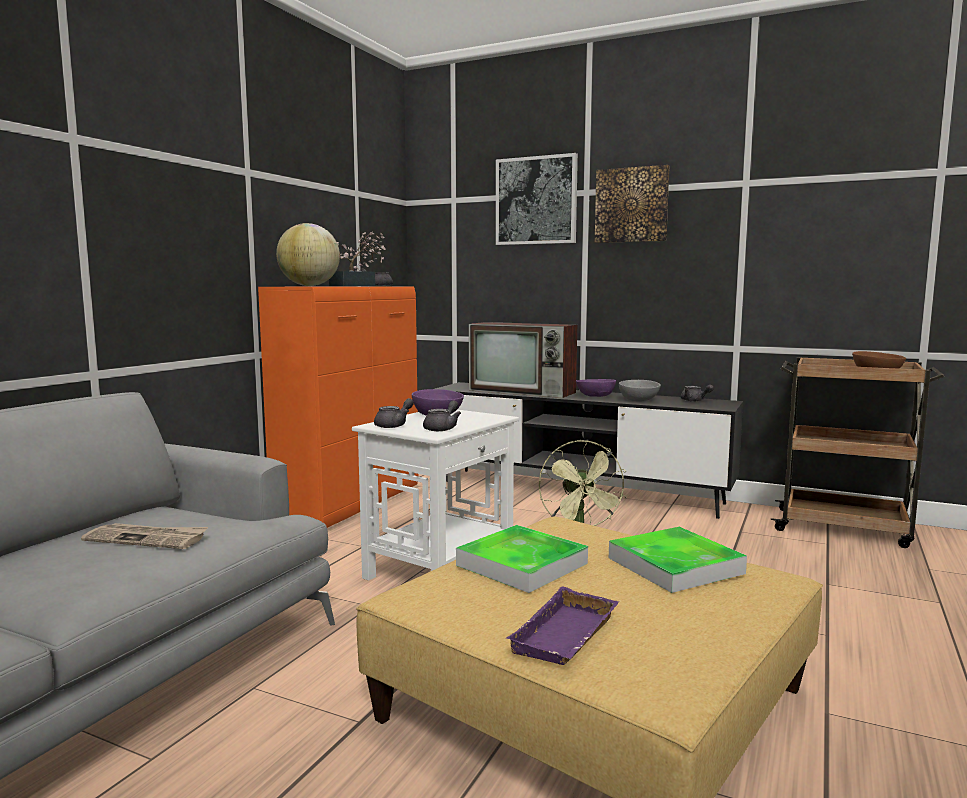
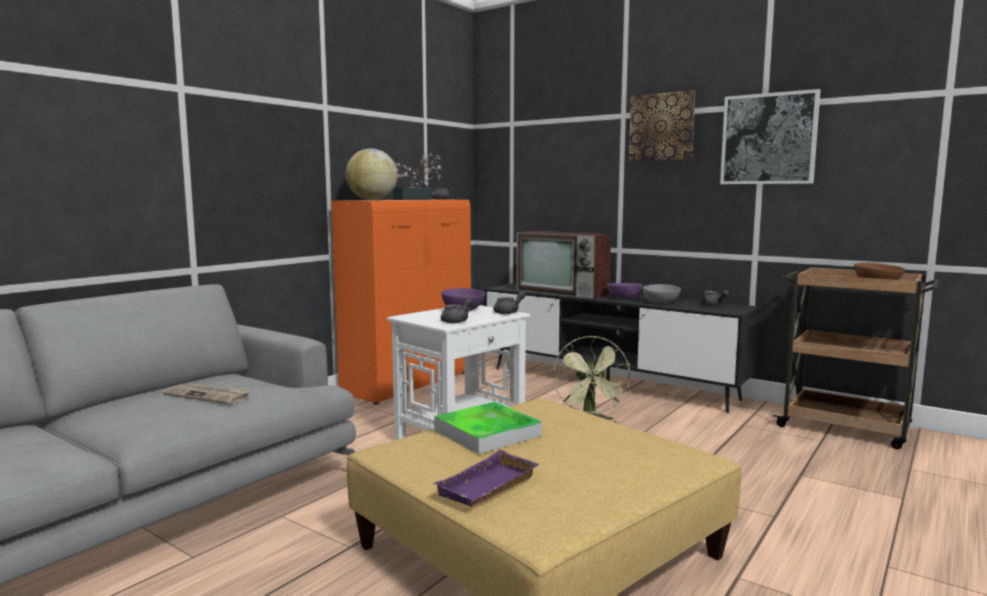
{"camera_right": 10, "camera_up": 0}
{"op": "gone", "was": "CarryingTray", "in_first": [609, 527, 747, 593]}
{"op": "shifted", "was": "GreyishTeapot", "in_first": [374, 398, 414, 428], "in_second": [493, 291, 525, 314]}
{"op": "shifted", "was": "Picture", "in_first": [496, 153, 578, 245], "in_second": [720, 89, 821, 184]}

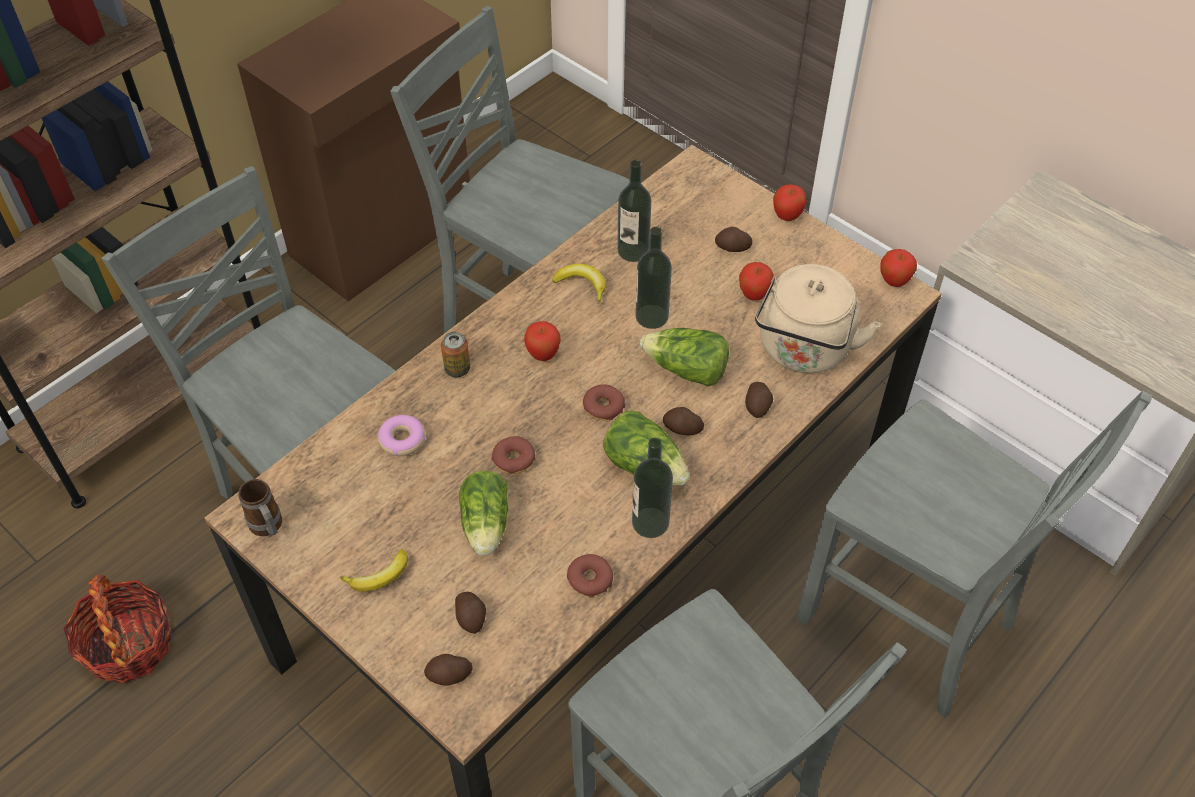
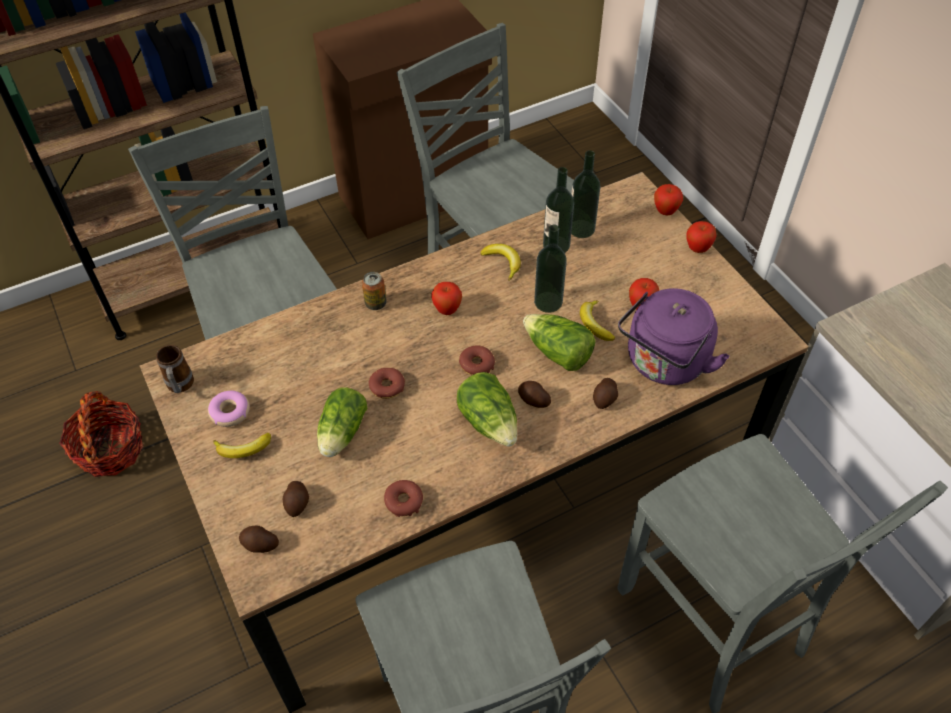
{"camera_right": 20, "camera_up": 0}
{"op": "gone", "was": "WholePotato", "in_first": [715, 227, 752, 252]}
{"op": "new", "now": "BananaFruit", "in_second": [580, 300, 615, 341]}
{"op": "shifted", "was": "Doughnut", "in_first": [377, 415, 425, 456], "in_second": [208, 390, 250, 427]}
{"op": "shifted", "was": "BeverageBottle", "in_first": [632, 438, 673, 538], "in_second": [571, 150, 601, 238]}
{"op": "shifted", "was": "WholeApple", "in_first": [881, 249, 917, 287], "in_second": [654, 184, 683, 215]}
{"op": "repainted", "was": "BeigeColouredWaterKettle", "now": "PurpleWaterKettle", "in_first": [755, 264, 881, 373], "in_second": [618, 288, 730, 385]}

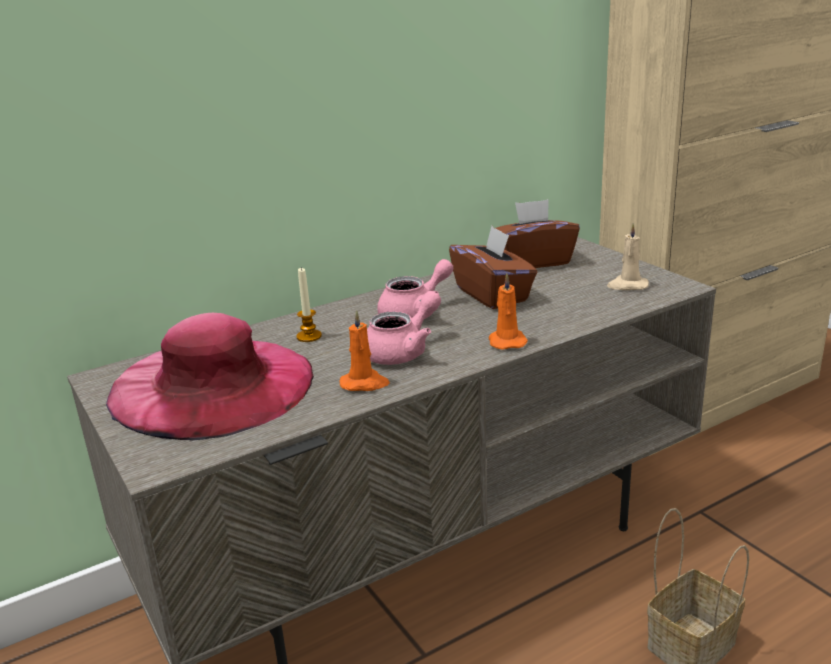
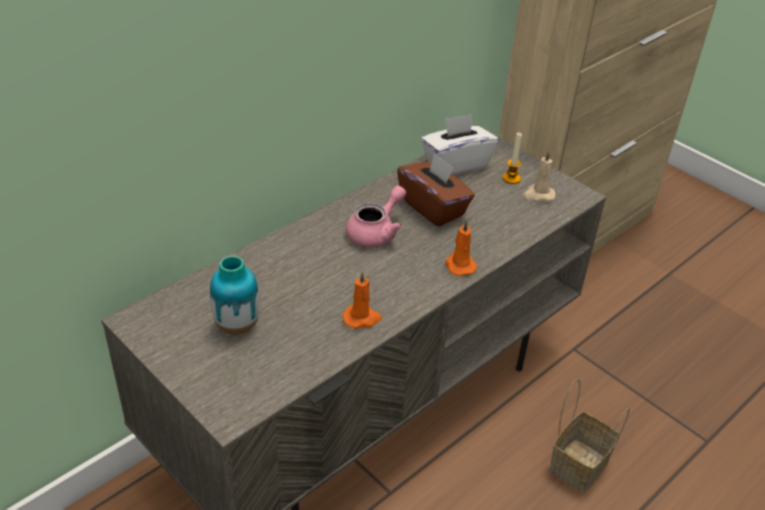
{"camera_right": -15, "camera_up": 15}
{"op": "gone", "was": "PinkTeapot", "in_first": [367, 291, 441, 365]}
{"op": "shifted", "was": "WaxCandle", "in_first": [296, 267, 322, 342], "in_second": [503, 133, 522, 184]}
{"op": "swapped", "was": "PinkWearableHat", "now": "FlowerVase", "in_first": [106, 313, 314, 441], "in_second": [210, 255, 259, 335]}
{"op": "repainted", "was": "BrownishTissueHolder", "now": "WhiteColouredTissueHolder", "in_first": [495, 199, 580, 268], "in_second": [421, 114, 498, 175]}

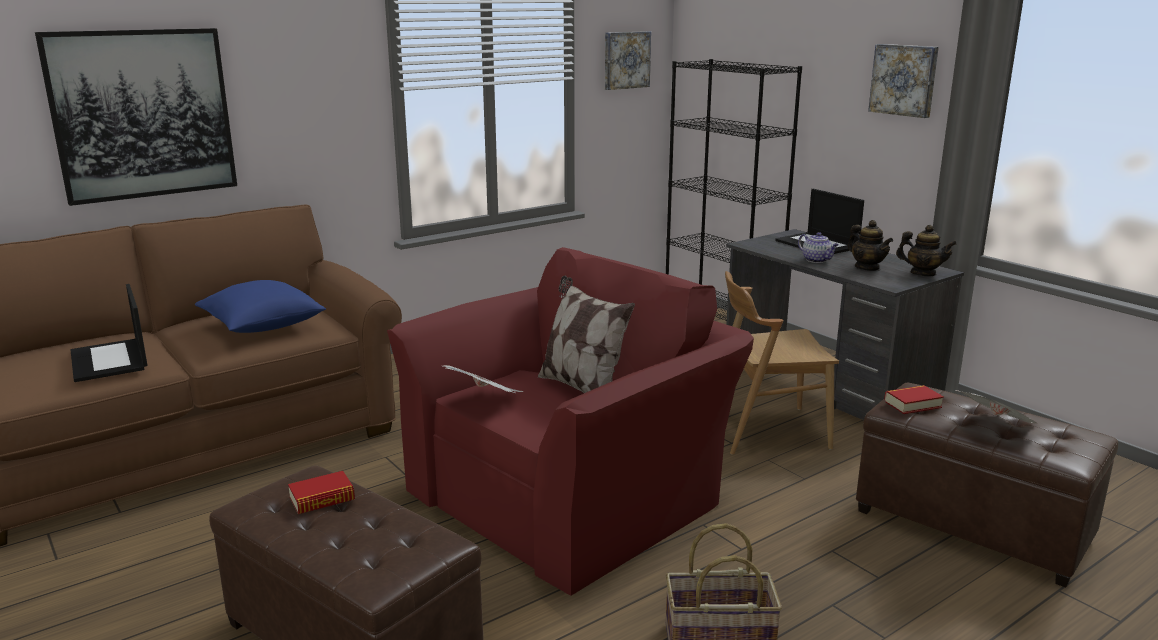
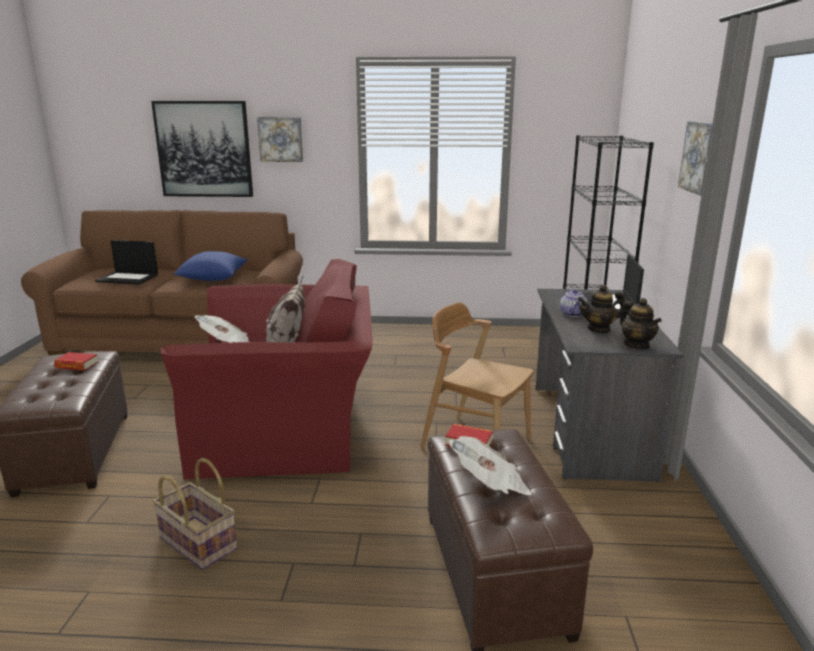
{"camera_right": 40, "camera_up": 0}
{"op": "shifted", "was": "Picture", "in_first": [605, 31, 651, 90], "in_second": [257, 117, 303, 162]}
{"op": "rotated", "was": "NotebookComputer", "in_first": [70, 284, 148, 382], "in_second": [95, 240, 158, 285], "clockwise": -90}
{"op": "rotated", "was": "Teapot", "in_first": [848, 220, 893, 271], "in_second": [578, 285, 625, 333], "clockwise": 75}

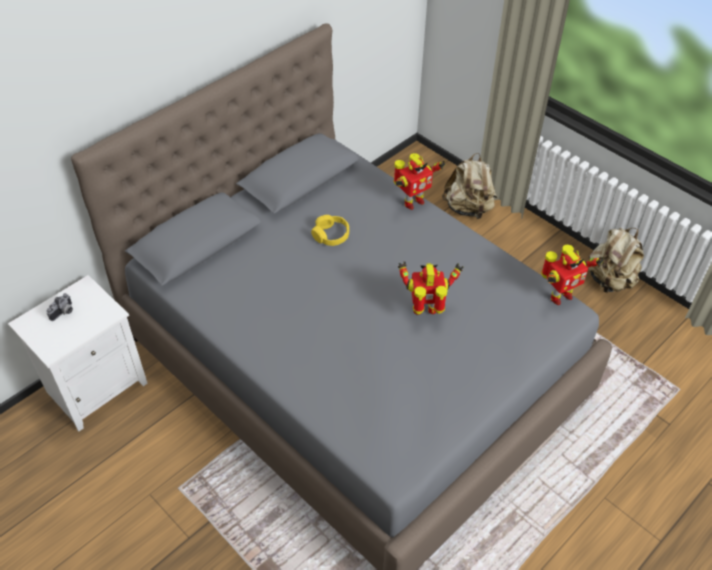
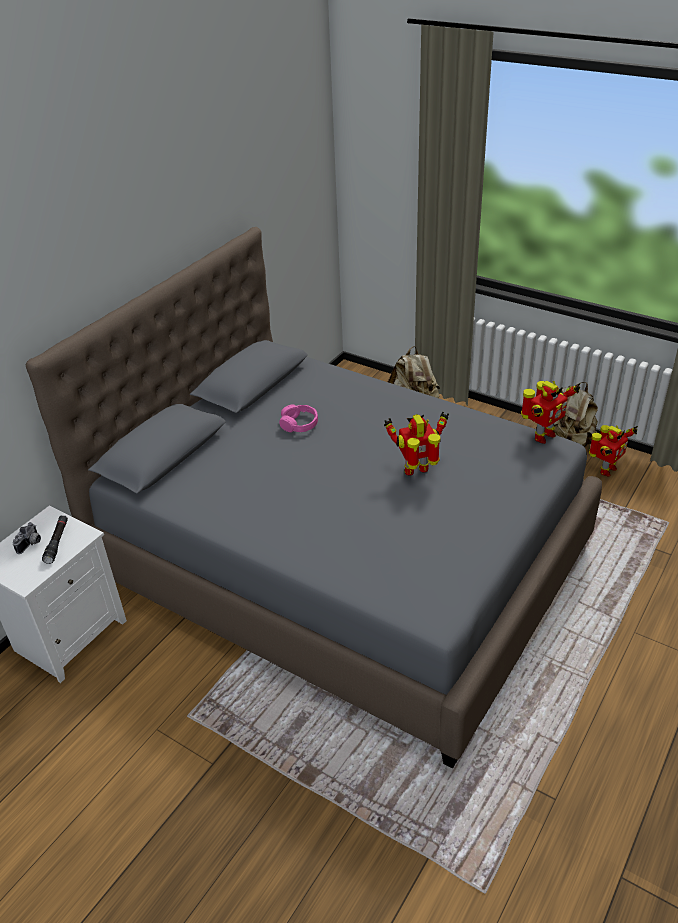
{"camera_right": -10, "camera_up": -10}
{"op": "new", "now": "BlackColouredFlashlight", "in_second": [42, 516, 68, 564]}
{"op": "shifted", "was": "ToyRobot", "in_first": [394, 153, 445, 210], "in_second": [589, 425, 638, 476]}
{"op": "repainted", "was": "YellowColouredHeadset", "now": "PinkHeadset", "in_first": [311, 215, 349, 246], "in_second": [279, 404, 318, 432]}

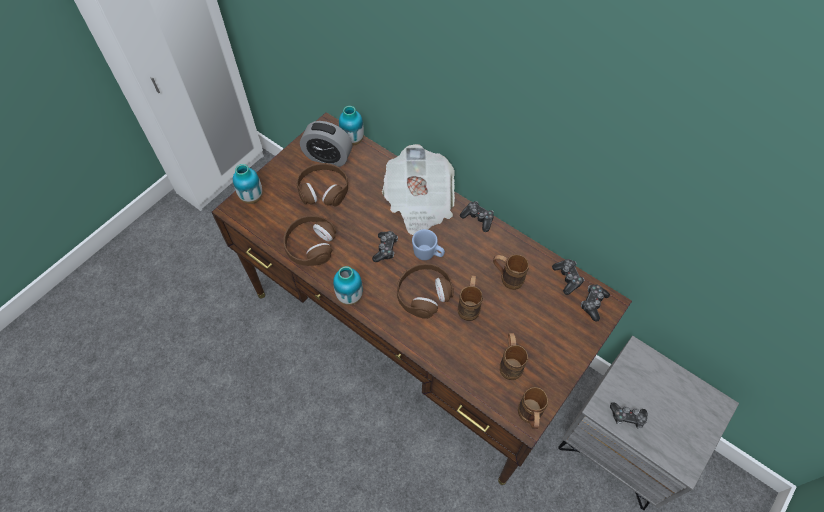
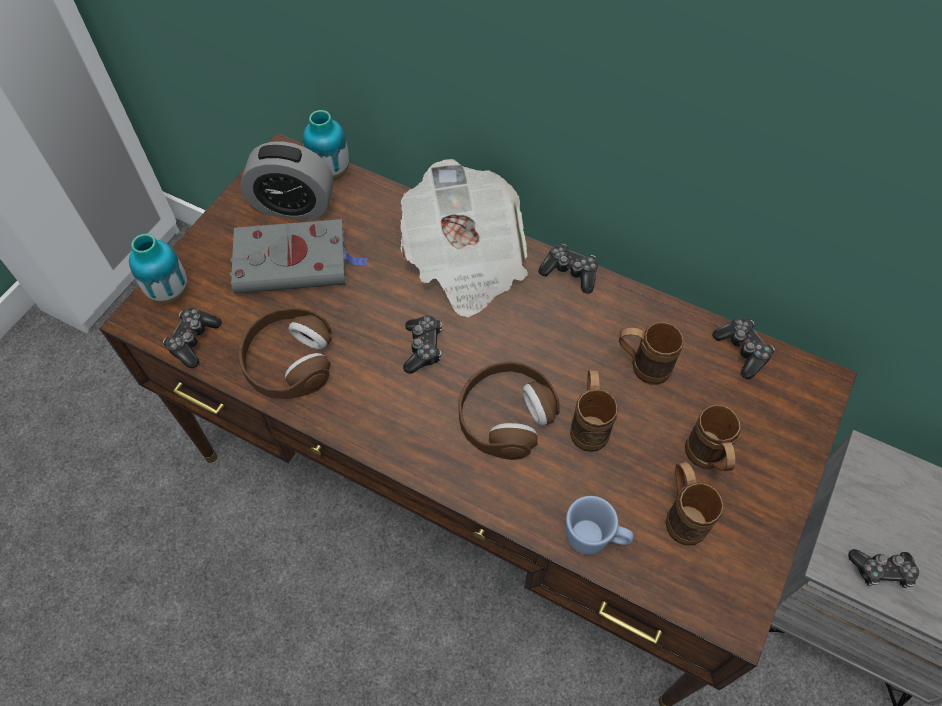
{"camera_right": -10, "camera_up": 0}
{"op": "gone", "was": "FlowerVase", "in_first": [333, 266, 363, 305]}
{"op": "shifted", "was": "BluishTeaMug", "in_first": [412, 229, 445, 260], "in_second": [566, 496, 633, 555]}
{"op": "shifted", "was": "BrownishTeaMug", "in_first": [518, 387, 548, 429], "in_second": [685, 404, 741, 471]}
{"op": "shifted", "was": "GameController", "in_first": [581, 285, 610, 321], "in_second": [163, 308, 222, 368]}
{"op": "swapped", "was": "BrownishHeadset", "now": "GreyishVolume", "in_first": [296, 163, 348, 207], "in_second": [230, 219, 368, 294]}

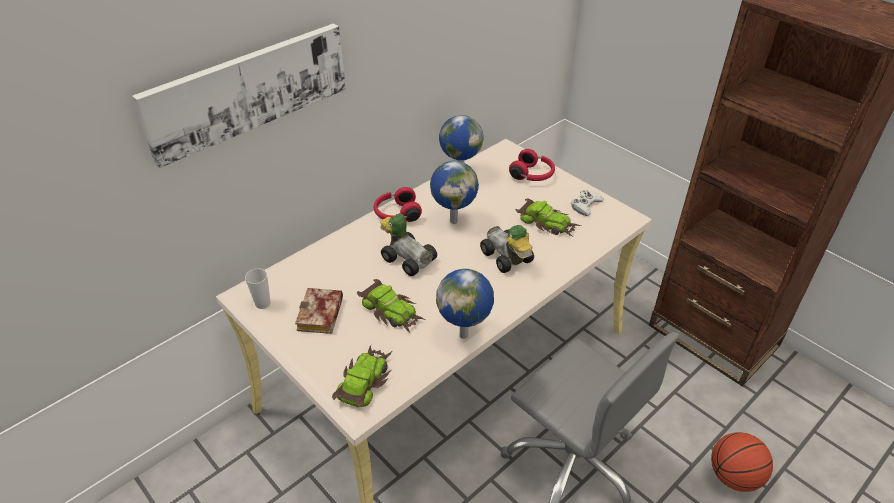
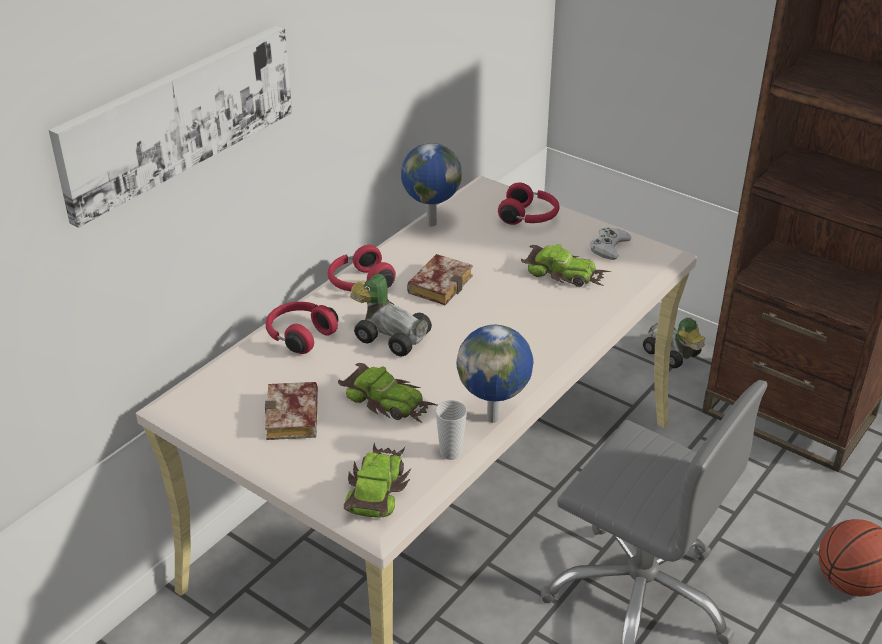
{"camera_right": -10, "camera_up": -5}
{"op": "new", "now": "RedHeadset", "in_second": [266, 302, 338, 354]}
{"op": "shifted", "was": "Cup", "in_first": [245, 268, 271, 309], "in_second": [435, 400, 467, 460]}
{"op": "shifted", "was": "ToyCar", "in_first": [480, 225, 534, 273], "in_second": [643, 318, 705, 368]}
{"op": "swapped", "was": "WorldGlobe", "now": "Volume", "in_first": [430, 161, 479, 224], "in_second": [407, 254, 473, 305]}

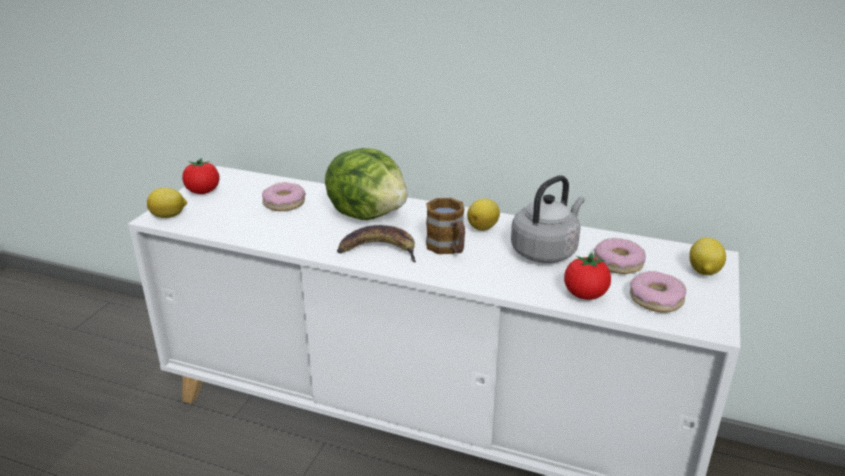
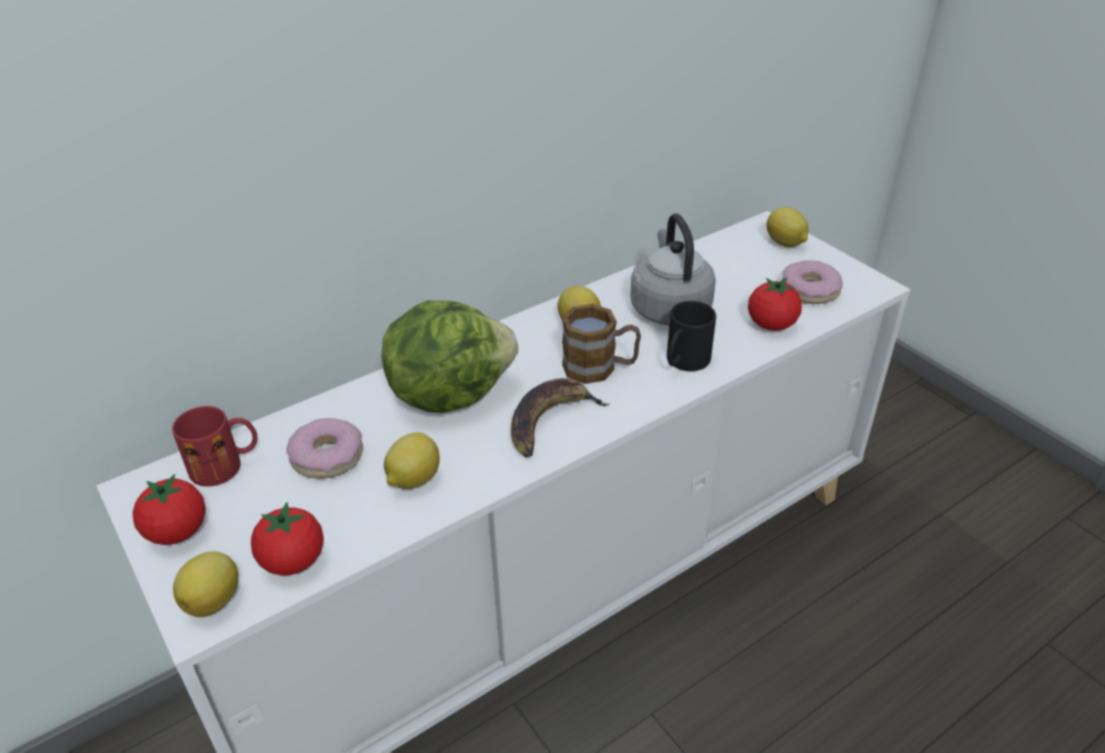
{"camera_right": -55, "camera_up": 10}
{"op": "gone", "was": "Doughnut", "in_first": [594, 238, 646, 274]}
{"op": "new", "now": "RedTeaMug", "in_second": [172, 406, 257, 487]}
{"op": "new", "now": "Tomato", "in_second": [251, 502, 324, 576]}
{"op": "new", "now": "CitrusFruit", "in_second": [384, 432, 440, 489]}
{"op": "new", "now": "BlackColouredTeaMug", "in_second": [667, 301, 716, 371]}

